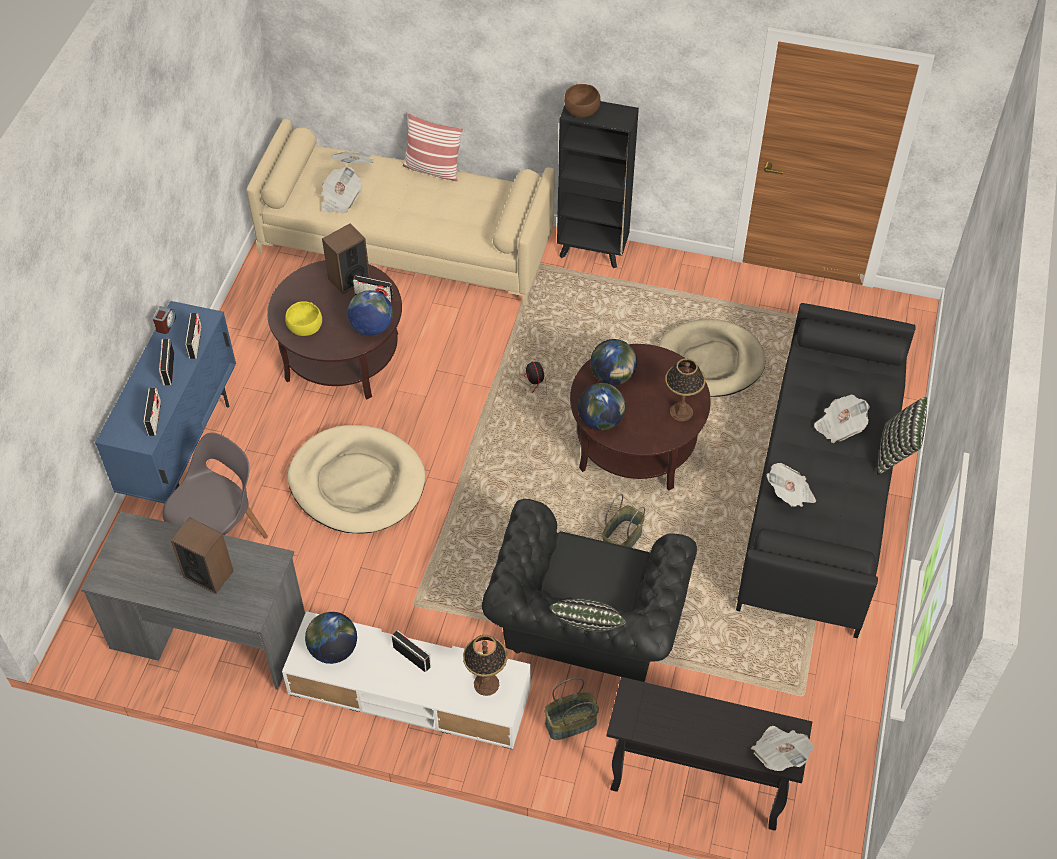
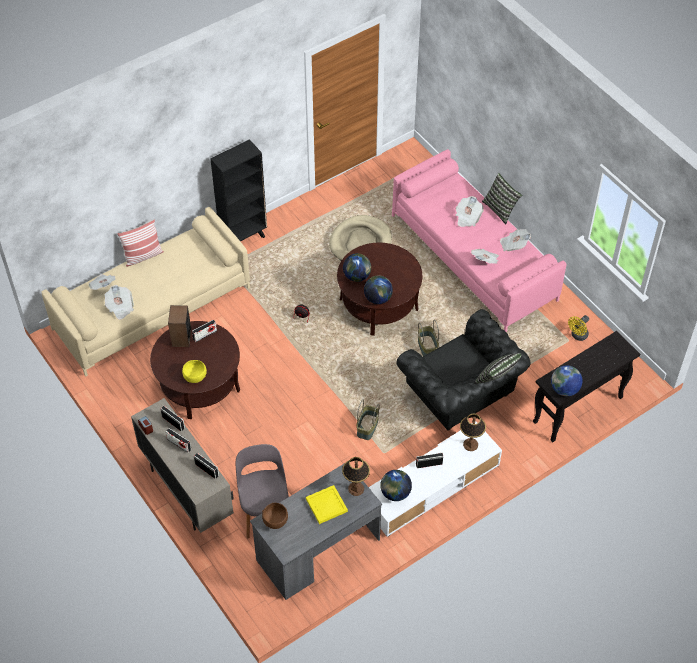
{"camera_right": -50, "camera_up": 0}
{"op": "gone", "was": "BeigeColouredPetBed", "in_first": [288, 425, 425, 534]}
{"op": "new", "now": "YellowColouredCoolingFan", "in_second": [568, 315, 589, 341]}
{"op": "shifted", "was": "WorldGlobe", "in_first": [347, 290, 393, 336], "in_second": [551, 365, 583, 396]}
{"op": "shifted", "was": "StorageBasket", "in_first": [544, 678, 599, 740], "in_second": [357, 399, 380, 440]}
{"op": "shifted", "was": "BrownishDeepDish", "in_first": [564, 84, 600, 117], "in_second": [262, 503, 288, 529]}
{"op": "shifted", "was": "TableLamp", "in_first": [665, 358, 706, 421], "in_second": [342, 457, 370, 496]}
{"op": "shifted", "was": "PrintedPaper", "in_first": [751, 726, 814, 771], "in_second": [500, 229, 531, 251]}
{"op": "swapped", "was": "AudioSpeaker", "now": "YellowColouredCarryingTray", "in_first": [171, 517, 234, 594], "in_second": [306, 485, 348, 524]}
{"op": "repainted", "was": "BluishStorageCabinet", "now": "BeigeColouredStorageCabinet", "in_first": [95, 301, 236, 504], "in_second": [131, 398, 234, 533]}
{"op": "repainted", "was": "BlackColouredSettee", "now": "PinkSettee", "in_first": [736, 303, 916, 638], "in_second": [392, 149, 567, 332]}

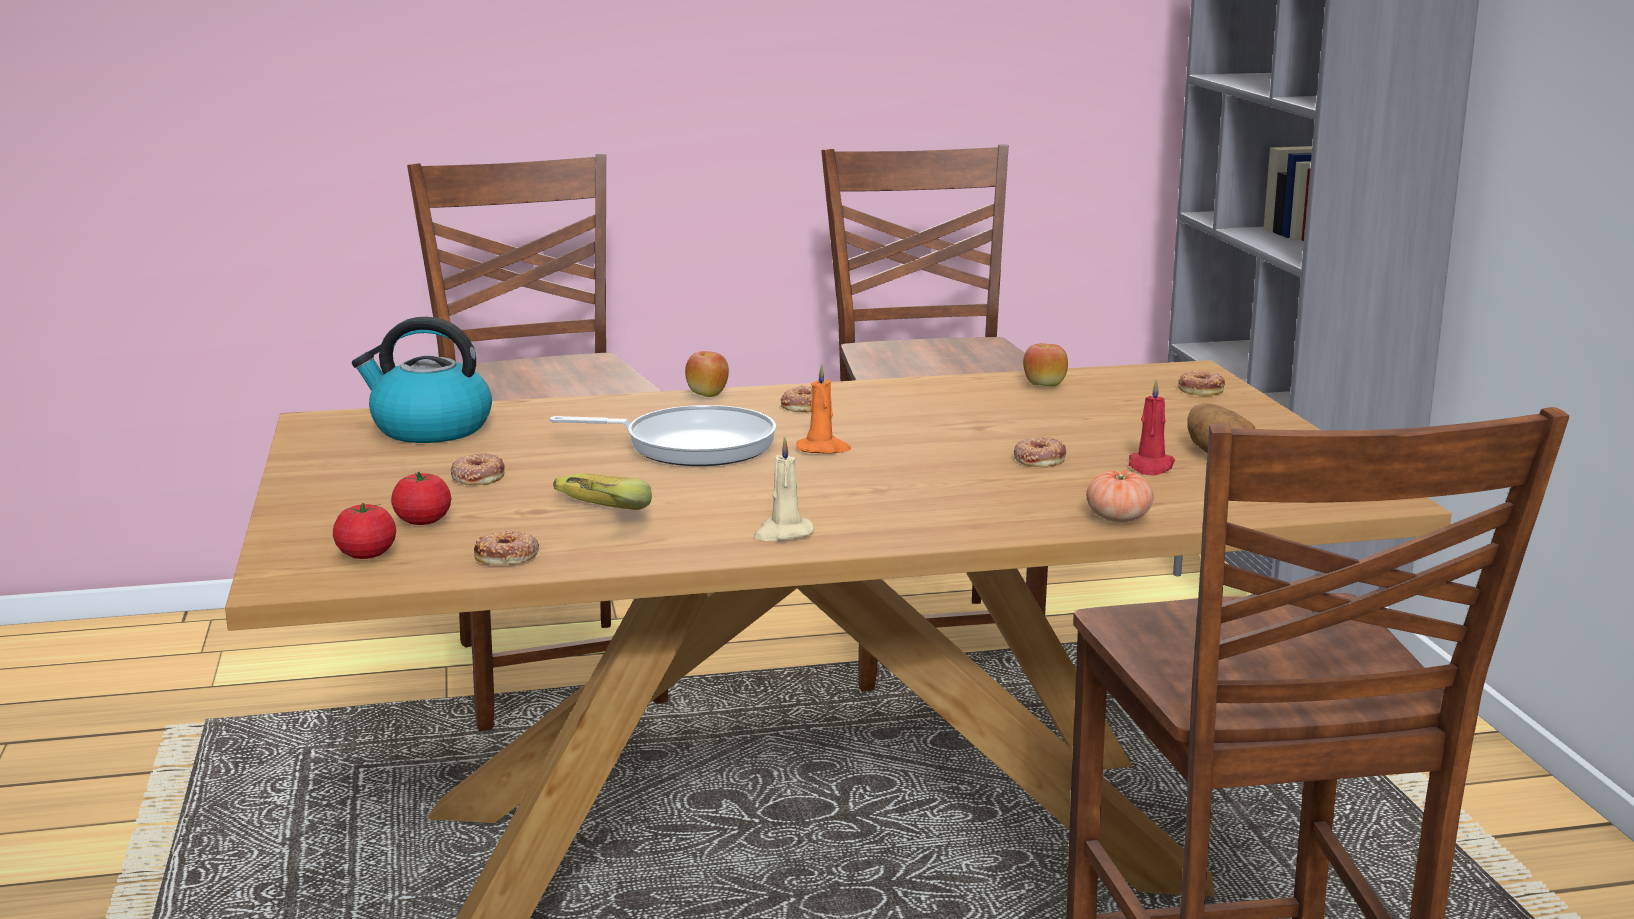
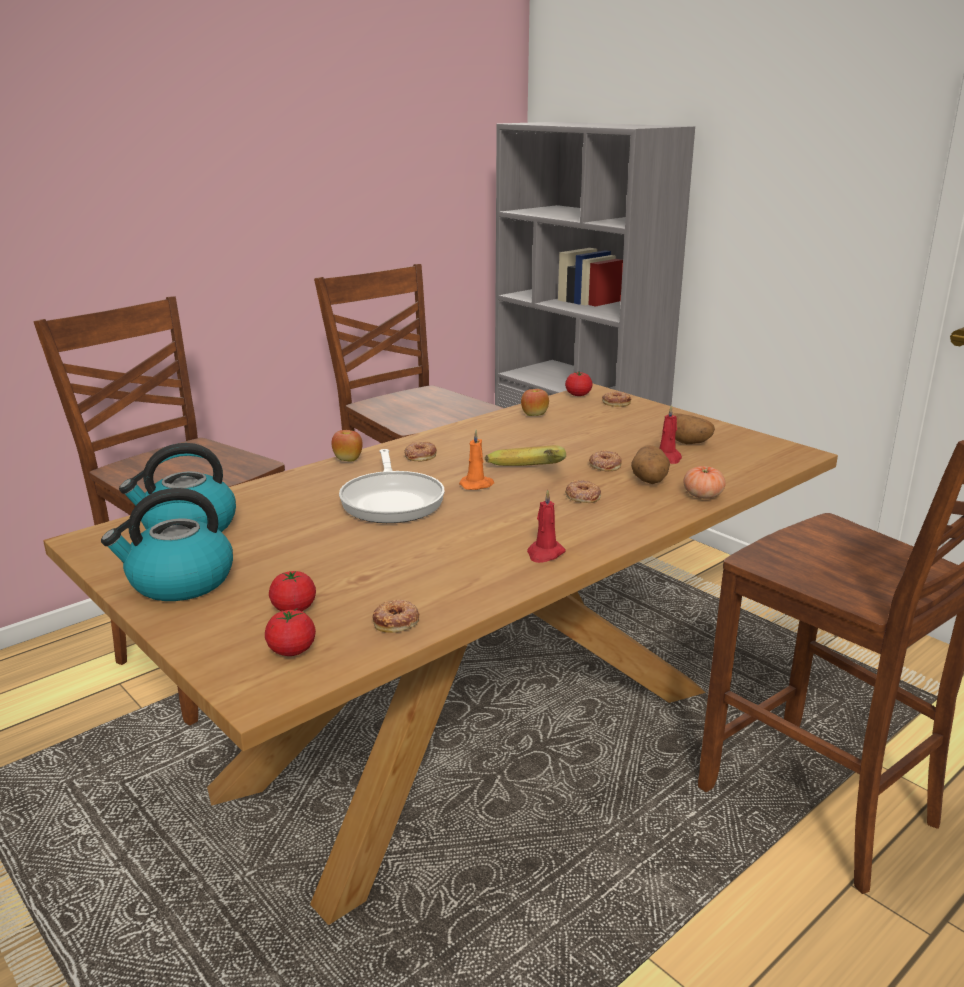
{"camera_right": -30, "camera_up": 5}
{"op": "new", "now": "WaterKettle", "in_second": [101, 488, 233, 601]}
{"op": "new", "now": "Tomato", "in_second": [565, 372, 593, 396]}
{"op": "new", "now": "WholePotato", "in_second": [631, 445, 670, 484]}
{"op": "shifted", "was": "Doughnut", "in_first": [451, 453, 505, 485], "in_second": [565, 480, 601, 503]}
{"op": "shifted", "was": "BananaFruit", "in_first": [553, 473, 652, 510], "in_second": [485, 445, 566, 466]}
{"op": "repainted", "was": "BeigeColouredWaxCandle", "now": "RedWaxCandle", "in_first": [754, 437, 814, 541], "in_second": [527, 489, 566, 563]}
{"op": "rotated", "was": "Skillet", "in_first": [550, 405, 776, 466], "in_second": [339, 449, 445, 523], "clockwise": 105}

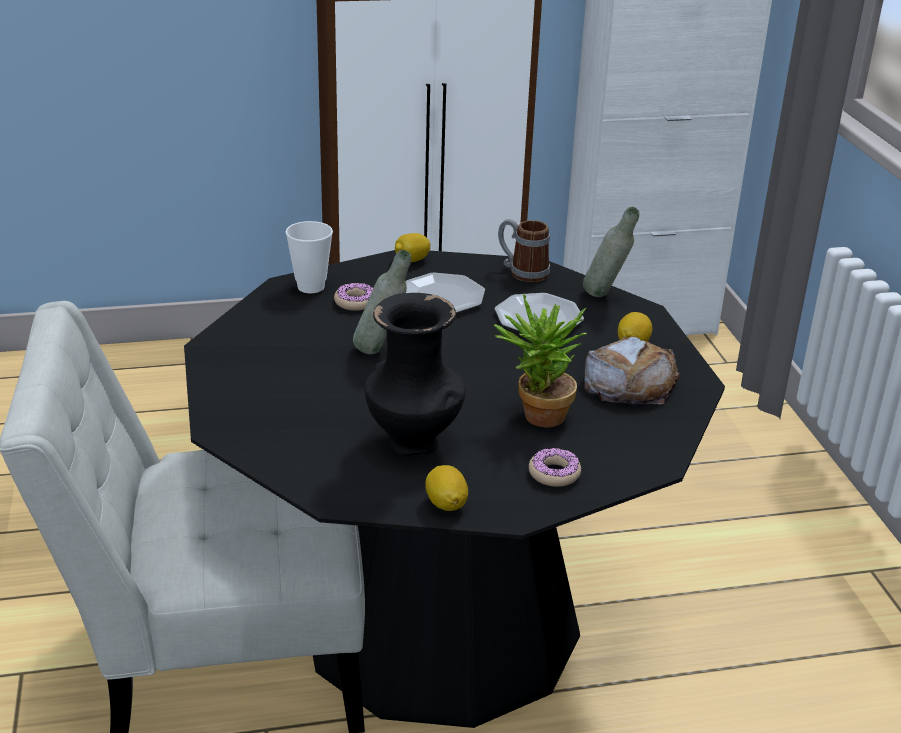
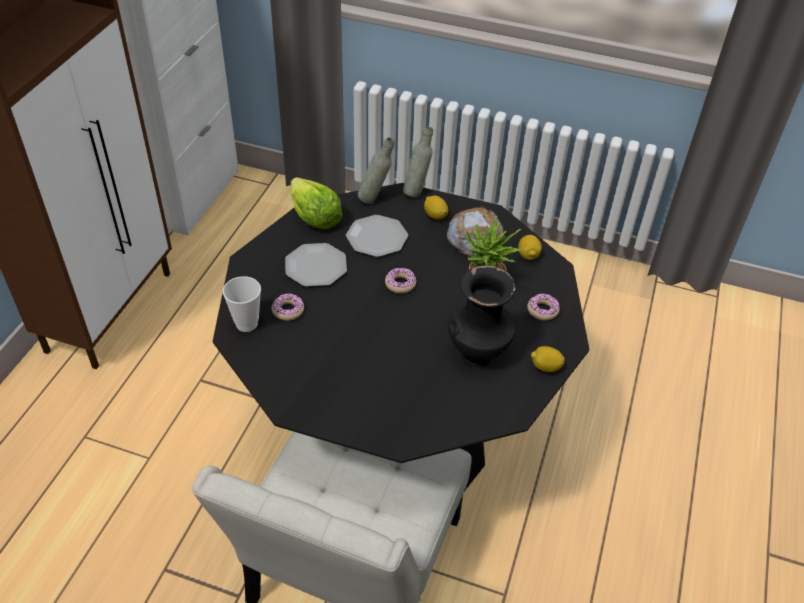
{"camera_right": -60, "camera_up": 15}
{"op": "new", "now": "Doughnut", "in_second": [385, 268, 416, 293]}
{"op": "shifted", "was": "GreyishBeverageBottle", "in_first": [353, 250, 411, 354], "in_second": [403, 126, 433, 198]}
{"op": "shifted", "was": "CitrusFruit", "in_first": [395, 233, 430, 262], "in_second": [518, 235, 542, 260]}
{"op": "swapped", "was": "TeaMug", "now": "Lettuce", "in_first": [498, 219, 550, 282], "in_second": [291, 177, 343, 230]}

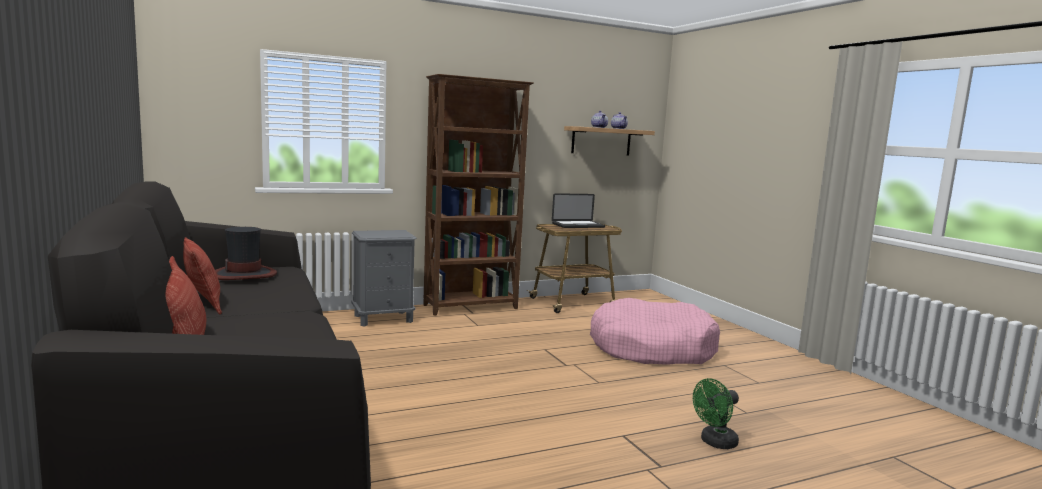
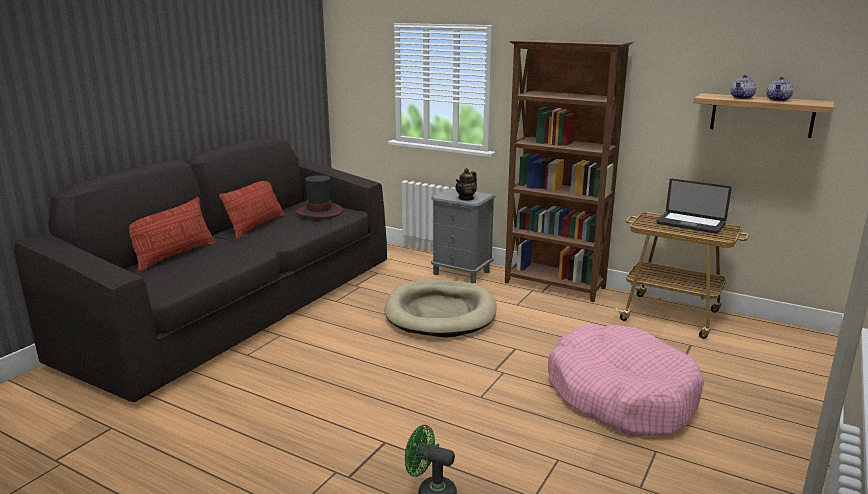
{"camera_right": 55, "camera_up": 10}
{"op": "new", "now": "BeigeColouredPetBed", "in_second": [384, 280, 497, 338]}
{"op": "new", "now": "Teapot", "in_second": [456, 168, 477, 201]}

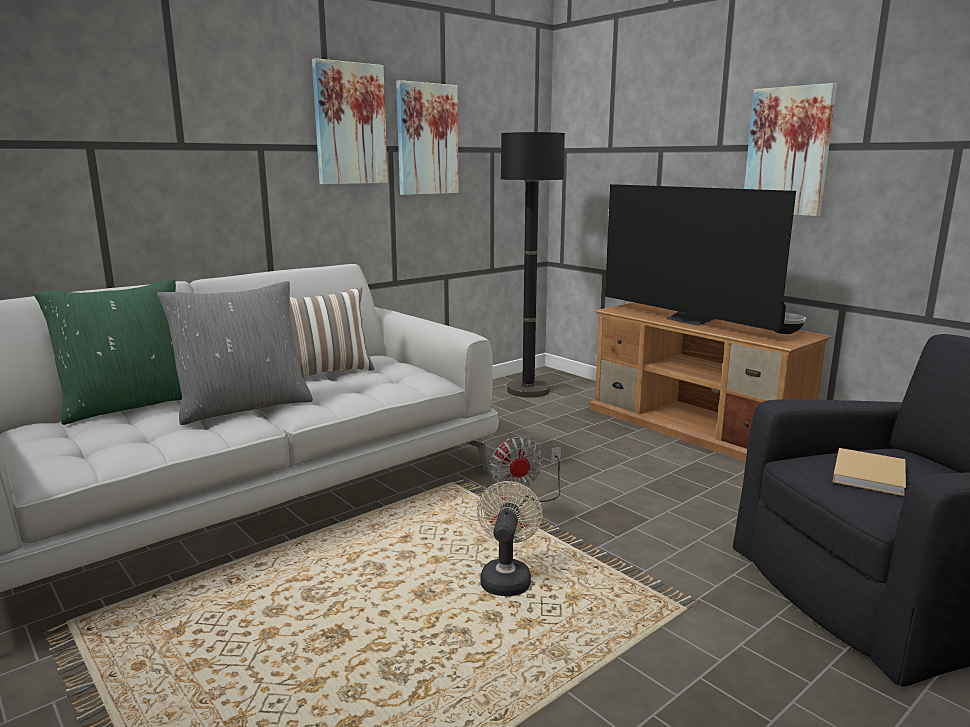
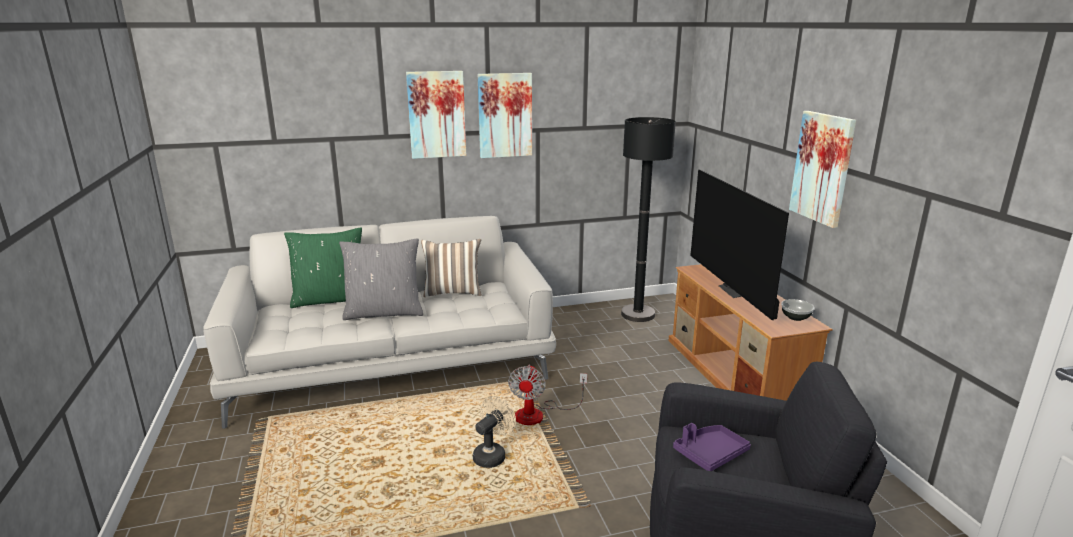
{"camera_right": 25, "camera_up": 5}
{"op": "shifted", "was": "Picture", "in_first": [396, 80, 459, 195], "in_second": [406, 71, 466, 159]}
{"op": "swapped", "was": "BeigeColouredVolume", "now": "PurpleCarryingTray", "in_first": [832, 448, 906, 496], "in_second": [673, 423, 751, 471]}

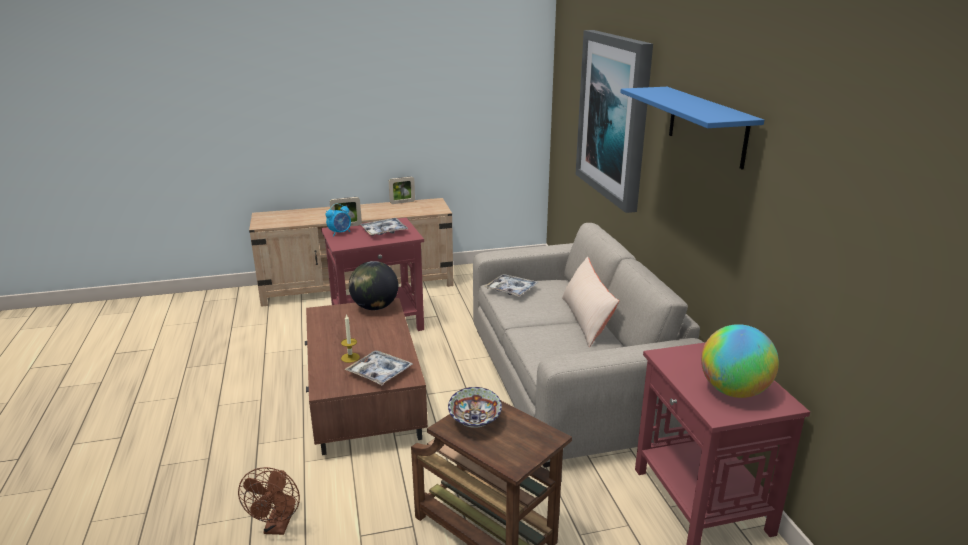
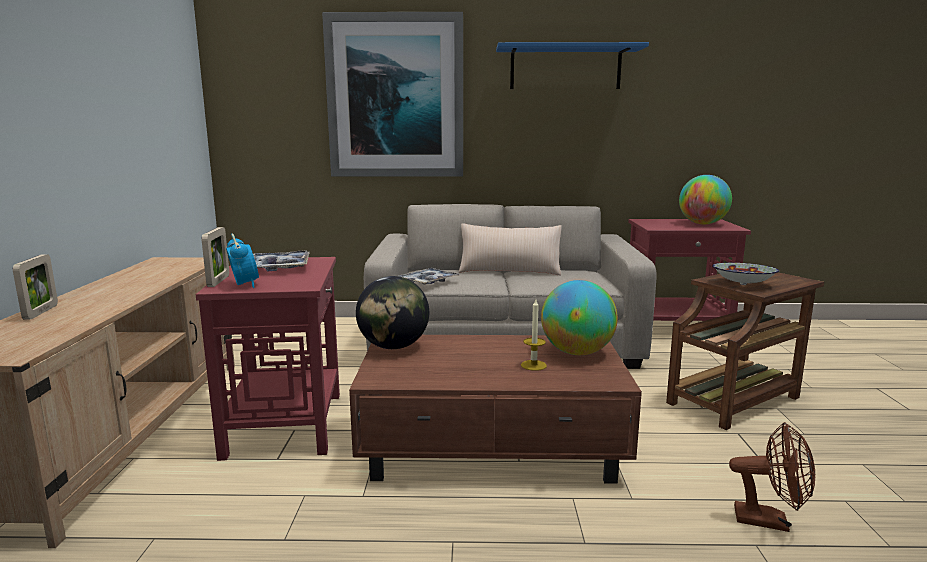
{"camera_right": -75, "camera_up": -10}
{"op": "shifted", "was": "StandingFrame", "in_first": [389, 176, 415, 204], "in_second": [13, 254, 58, 320]}
{"op": "swapped", "was": "CarryingTray", "now": "WorldGlobe", "in_first": [344, 351, 413, 385], "in_second": [541, 280, 618, 355]}

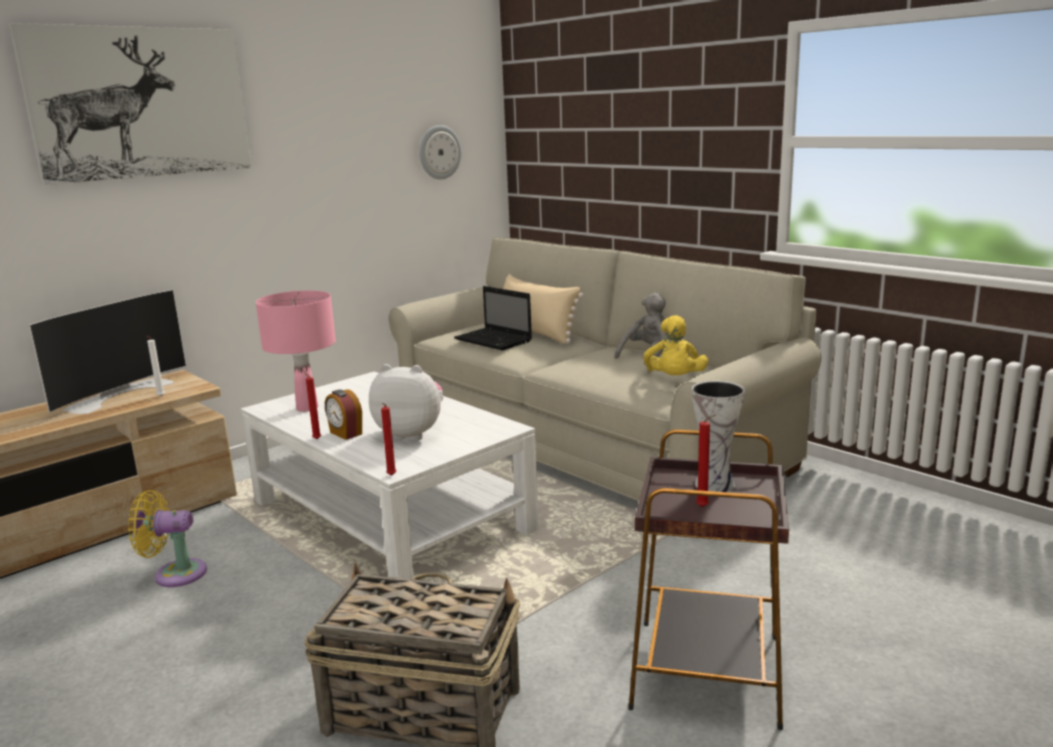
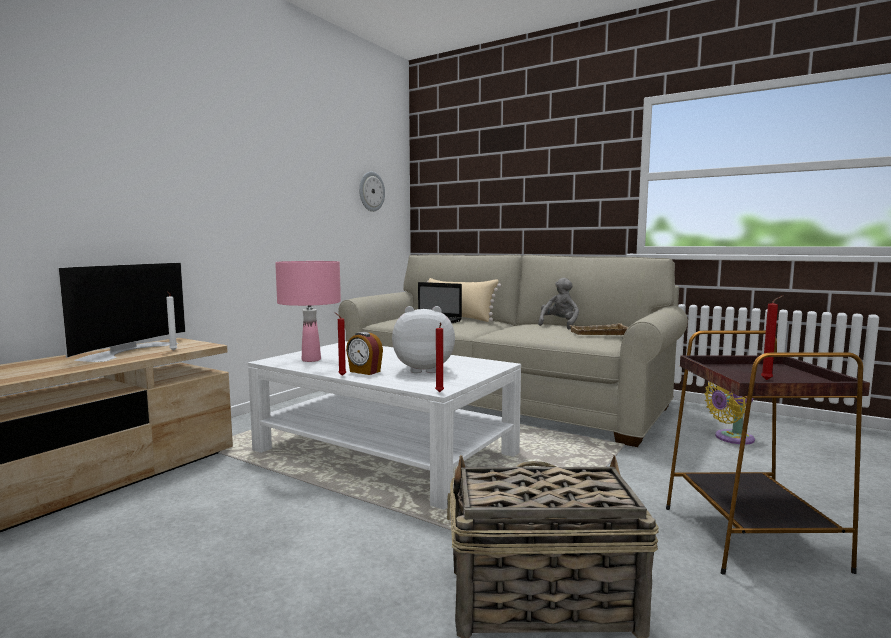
{"camera_right": -15, "camera_up": -10}
{"op": "gone", "was": "Picture", "in_first": [9, 23, 252, 185]}
{"op": "gone", "was": "FlowerVase", "in_first": [692, 381, 744, 492]}
{"op": "shifted", "was": "YellowColouredCoolingFan", "in_first": [128, 490, 207, 587], "in_second": [704, 381, 755, 444]}
{"op": "swapped", "was": "YellowColouredCuddlyToy", "now": "BeigeColouredCarryingTray", "in_first": [644, 315, 708, 375], "in_second": [570, 323, 629, 335]}

